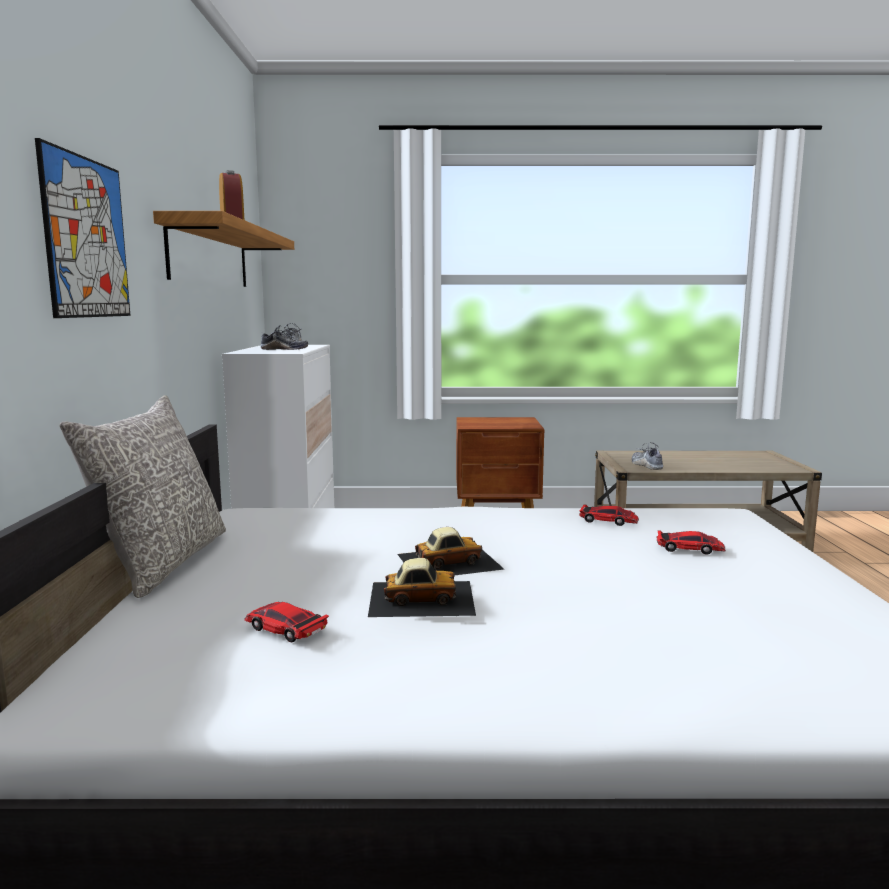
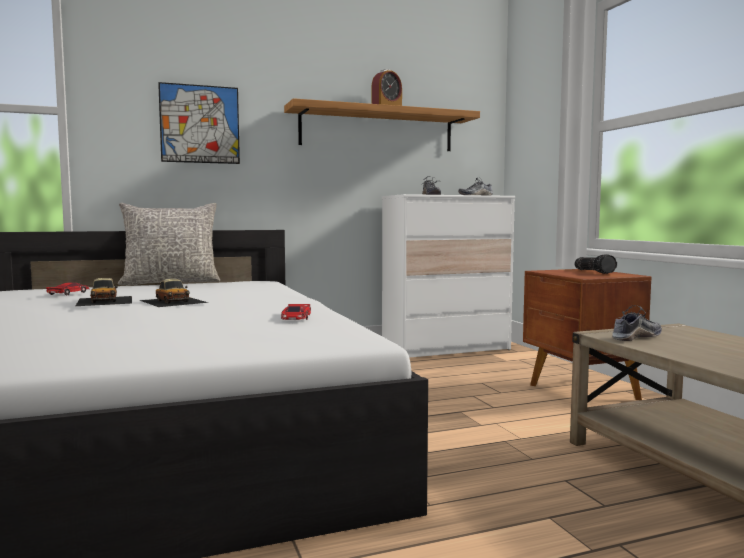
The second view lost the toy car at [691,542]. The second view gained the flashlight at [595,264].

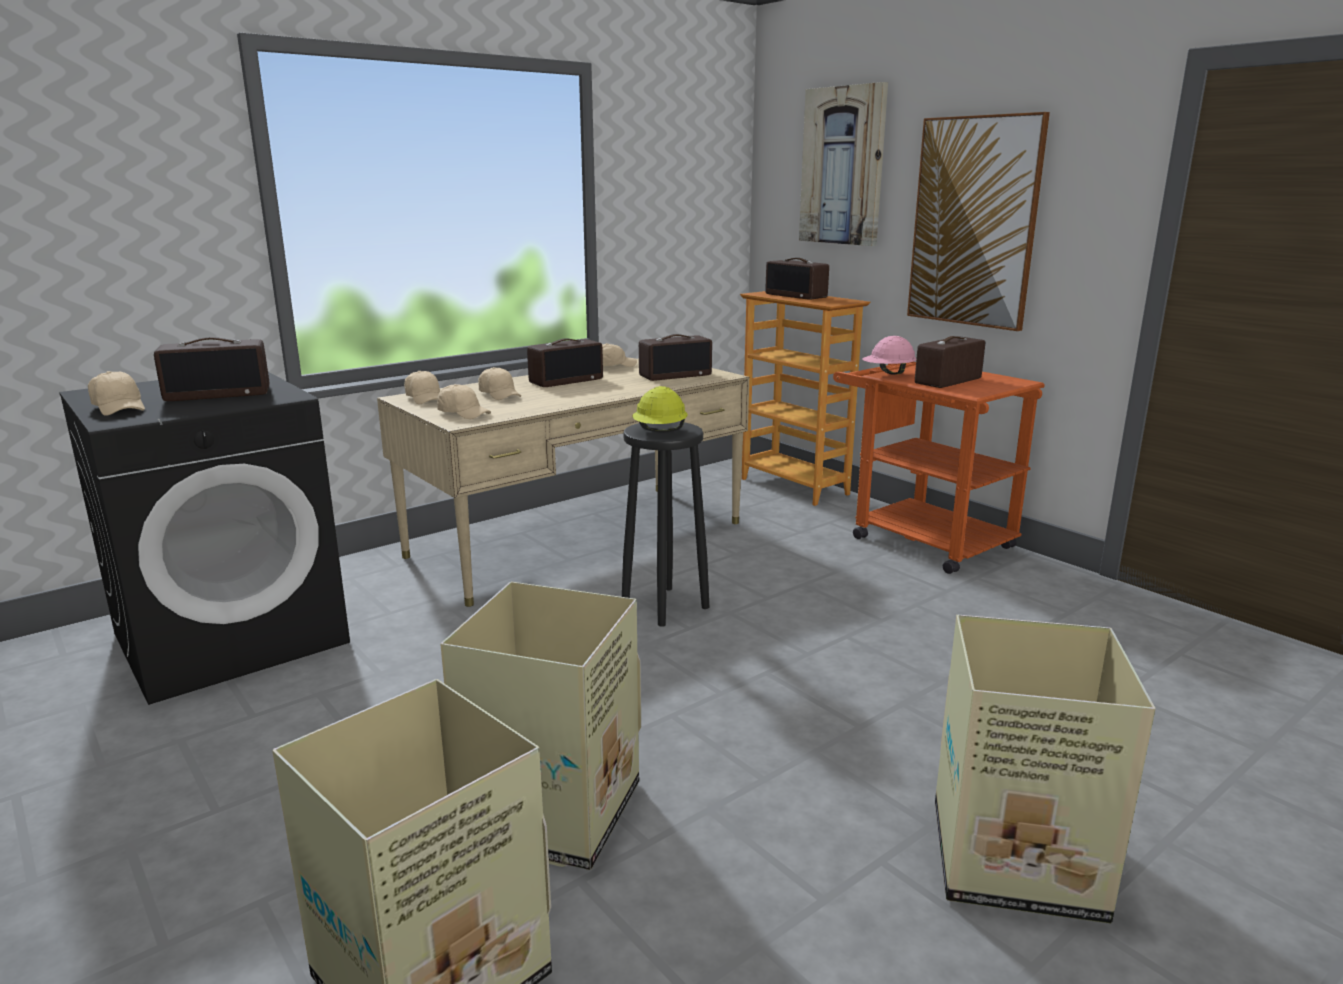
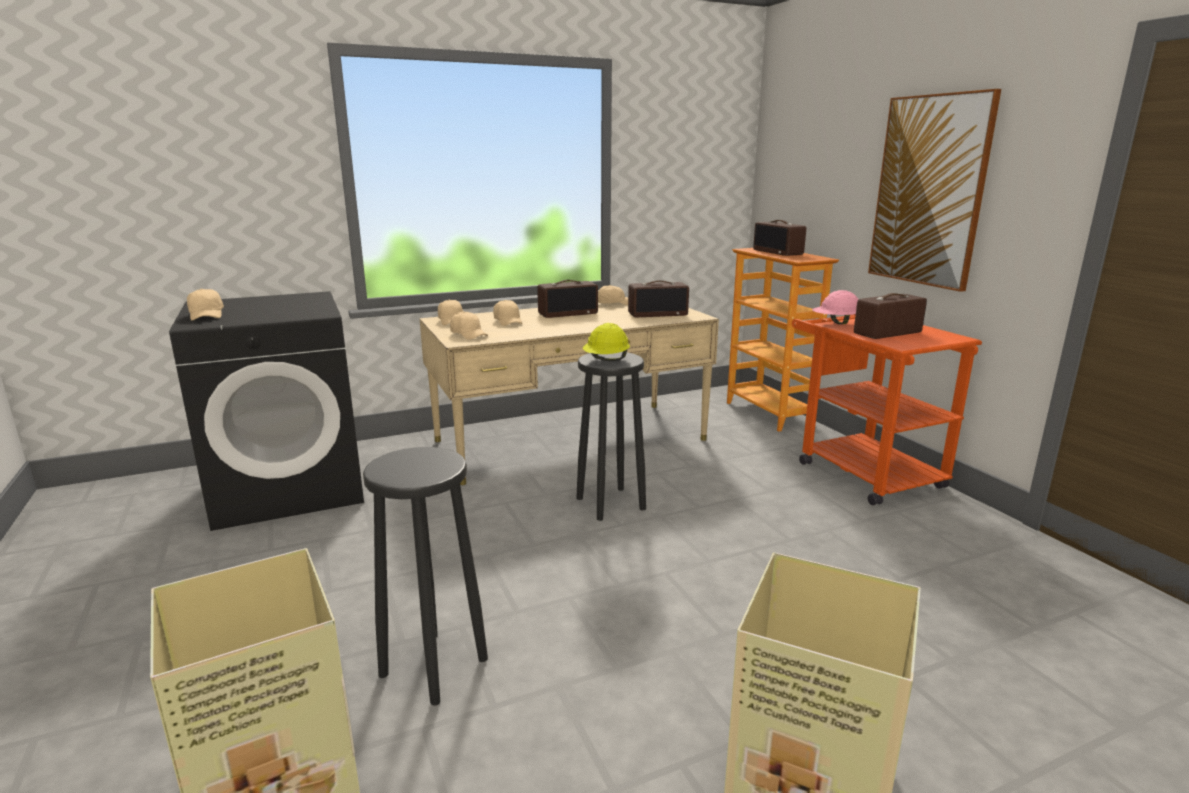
The second view lost the radio at [212,369]. The second view lost the picture at [843,164]. Where the cardboard box stood at [540,726], the stool (black) came to stand at [425,576].

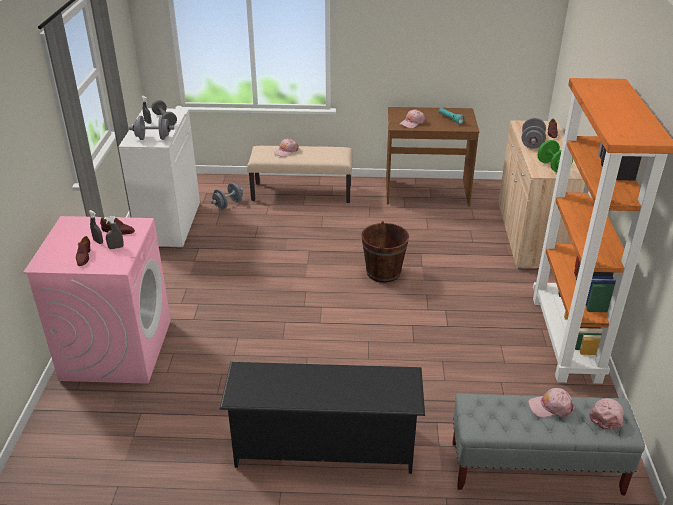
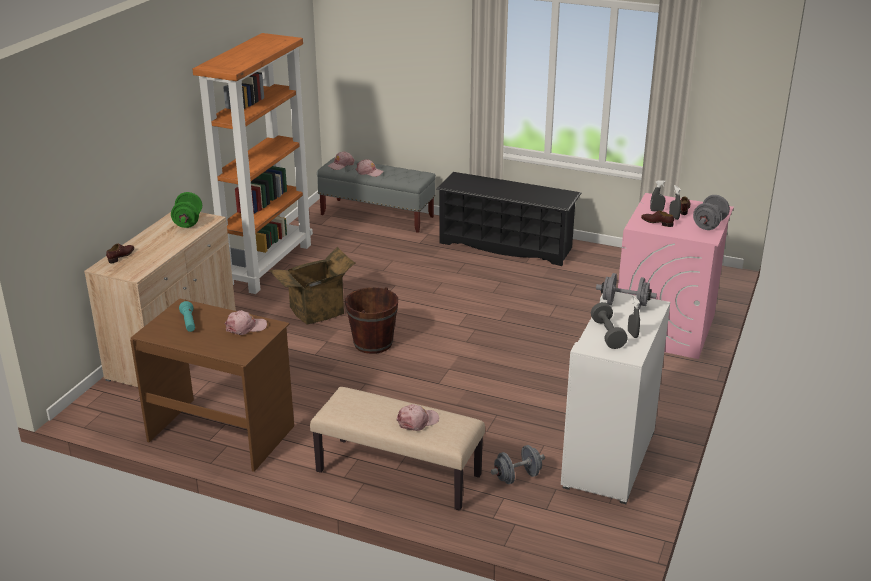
The second view gained the cardboard box at [312,286]. The dumbbell (grey) ended up elsewhere, having gone from [534,133] to [711,212].

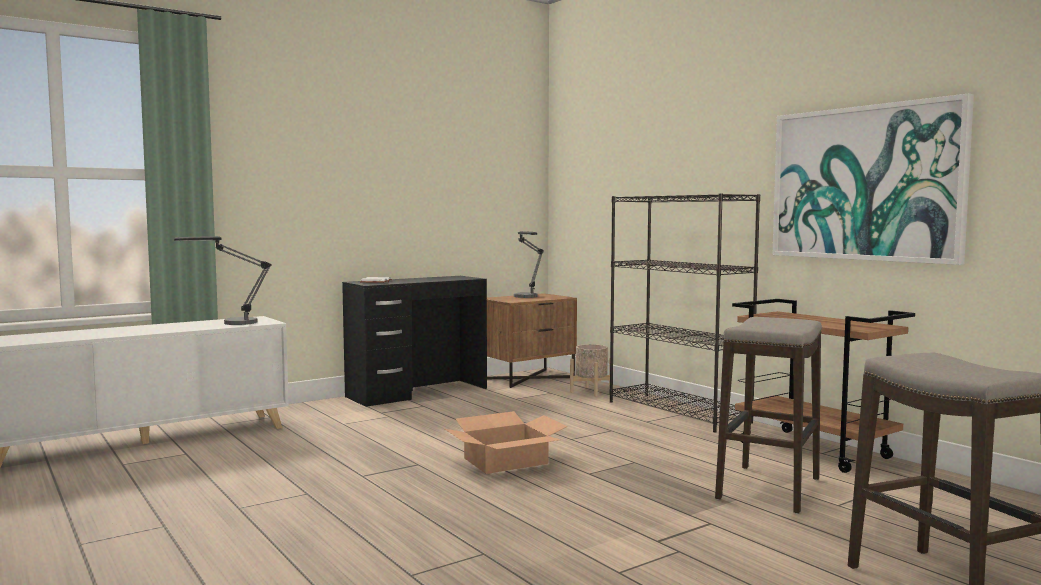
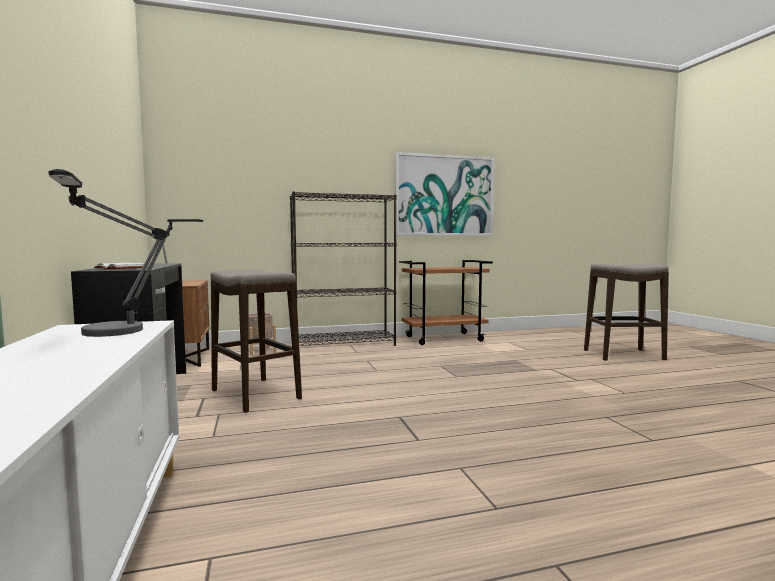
The second view lost the cardboard box at [506,442]. The stool ended up elsewhere, having gone from [768,415] to [256,341].

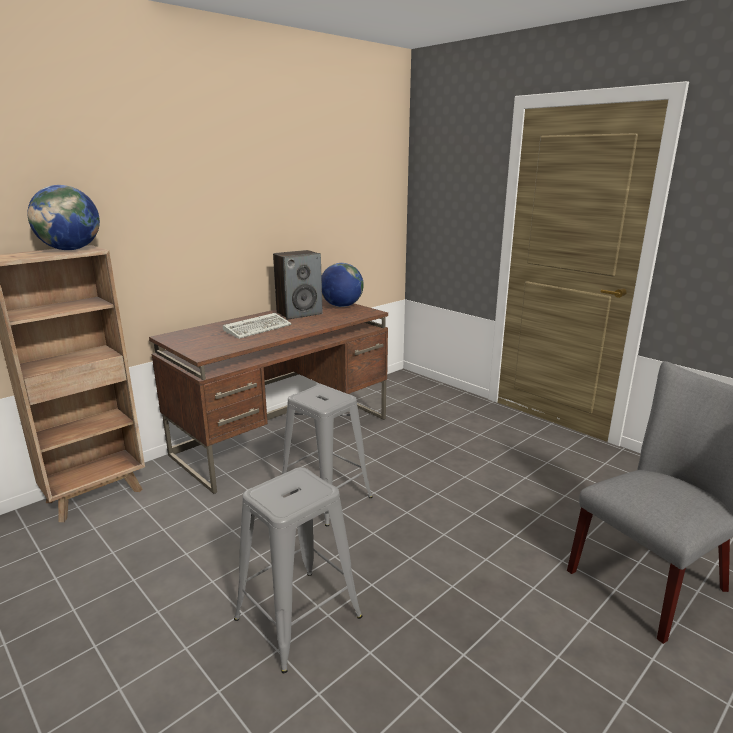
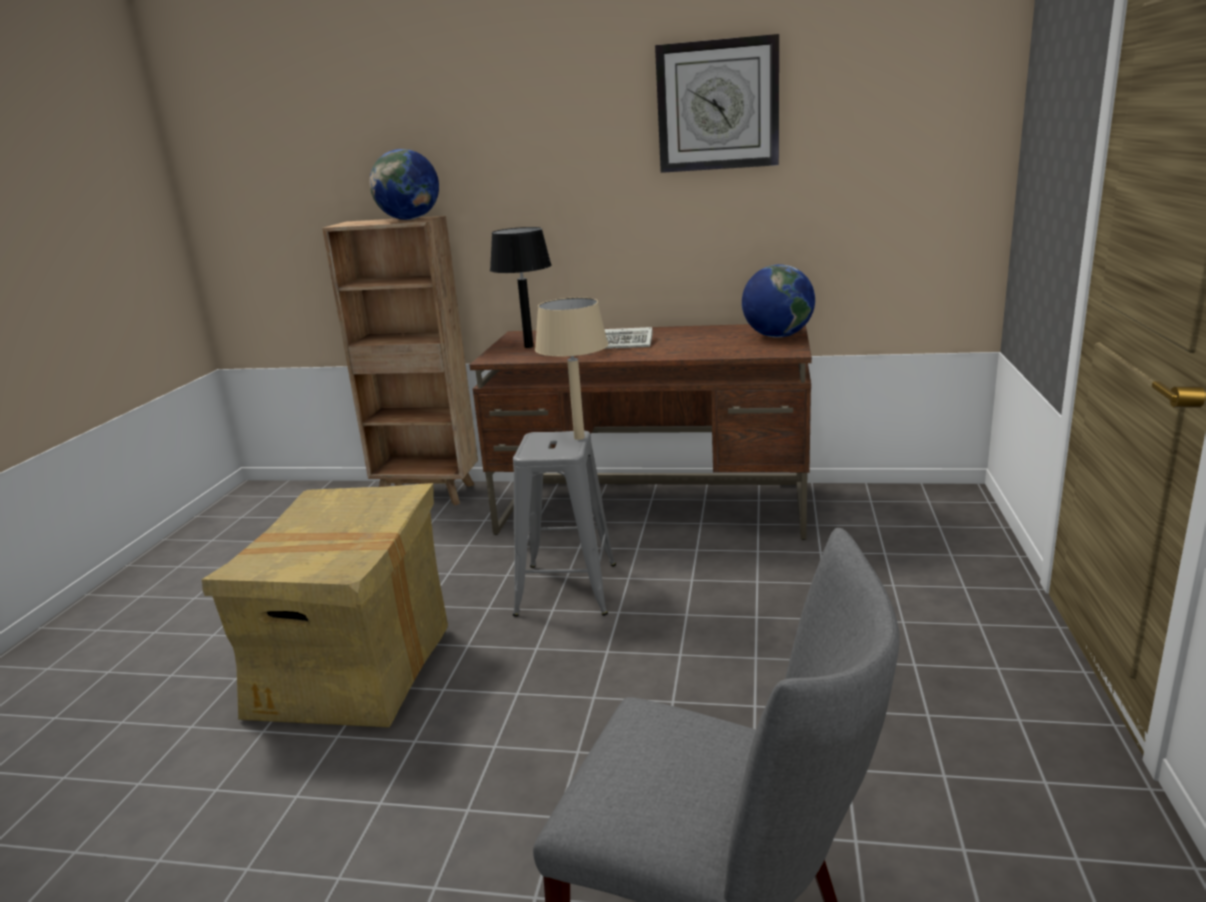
The second view lost the speaker at [298,284]. The second view gained the table lamp (black) at [521,287]. The second view gained the table lamp (beige) at [571,368]. The second view gained the wall clock at [717,103]. Where the stool (grey) stood at [298,570], the cardboard box came to stand at [324,605].

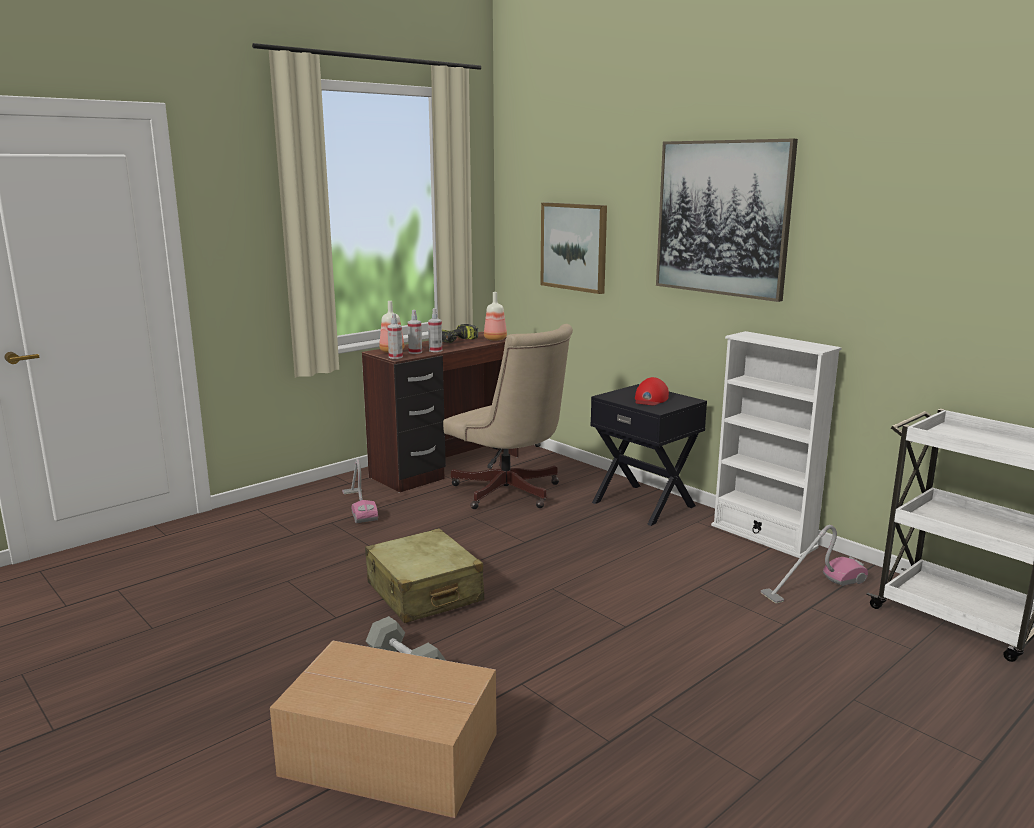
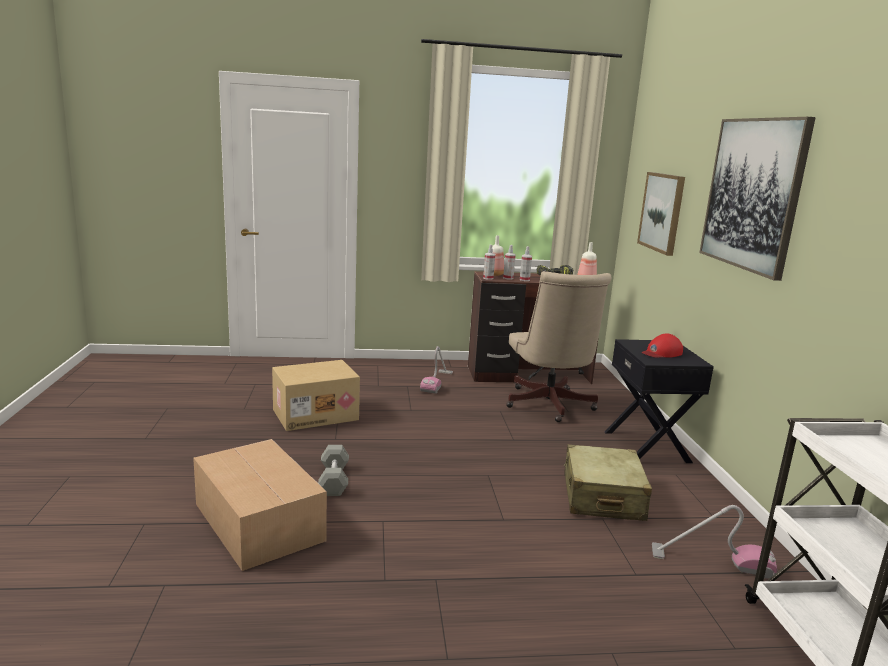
The second view lost the bookcase (white) at [776,444]. The second view gained the cardboard box at [316,395]. The suitcase (beige) ended up elsewhere, having gone from [424,575] to [608,482].

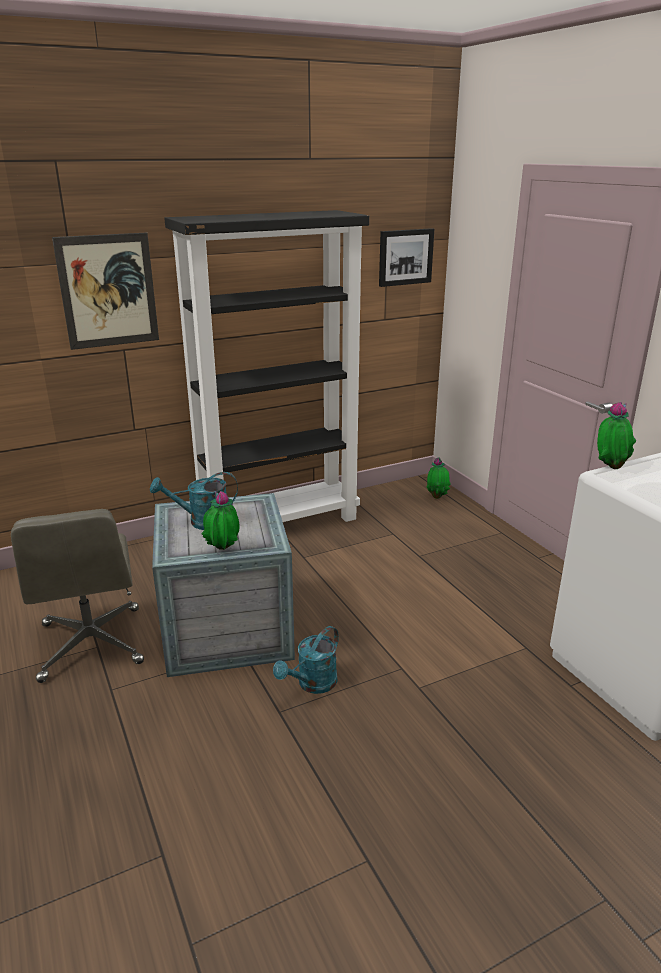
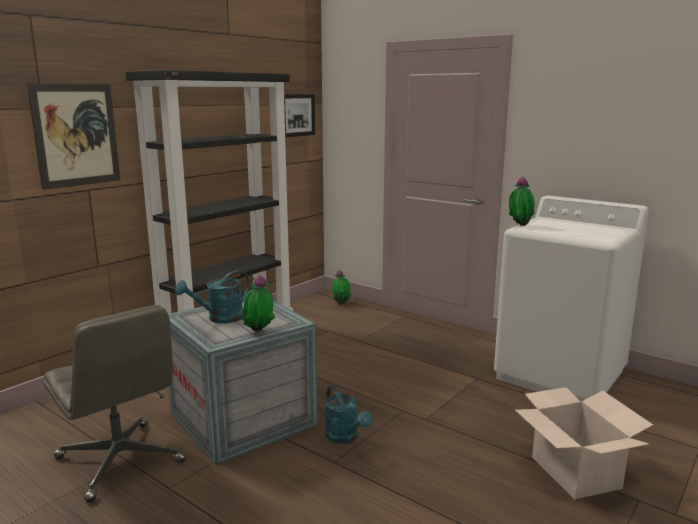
The second view gained the cardboard box at [584,443]. The watering can (turquoise) at [306,660] ended up facing another way, 45 degrees counterclockwise from before.

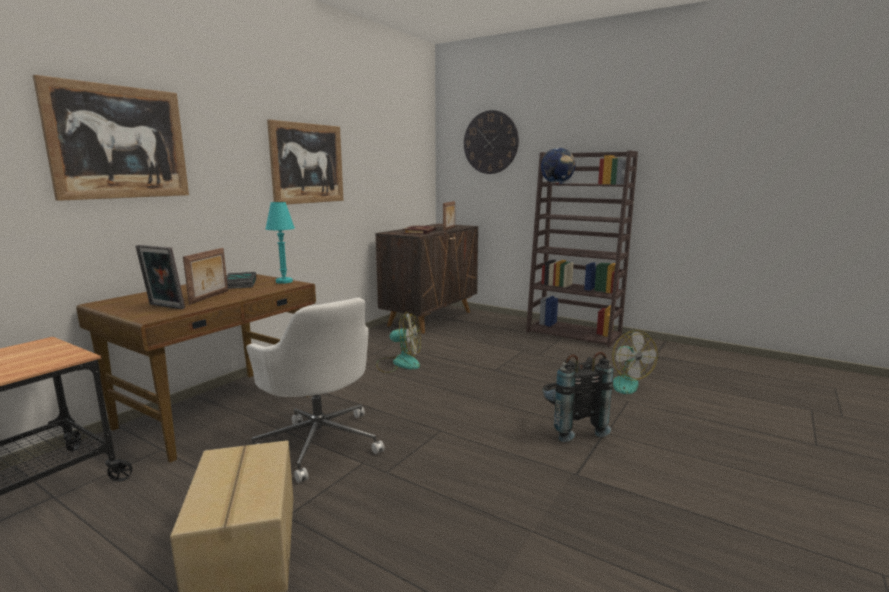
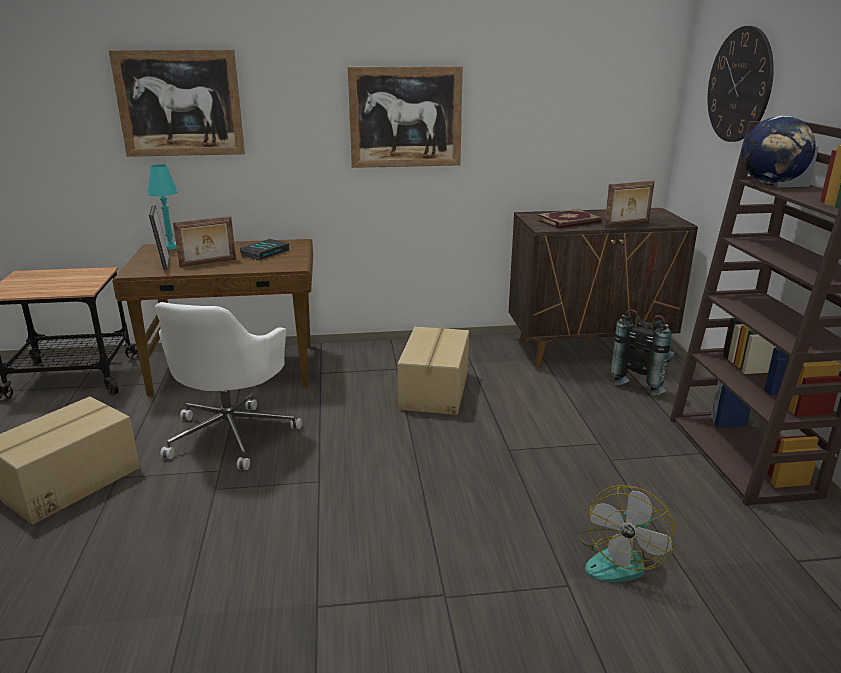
The table lamp (turquoise) ended up elsewhere, having gone from [280,243] to [162,207]. The backpack (black) ended up elsewhere, having gone from [578,396] to [643,352]. Where the fan stood at [398,342], the cardboard box came to stand at [433,371].

